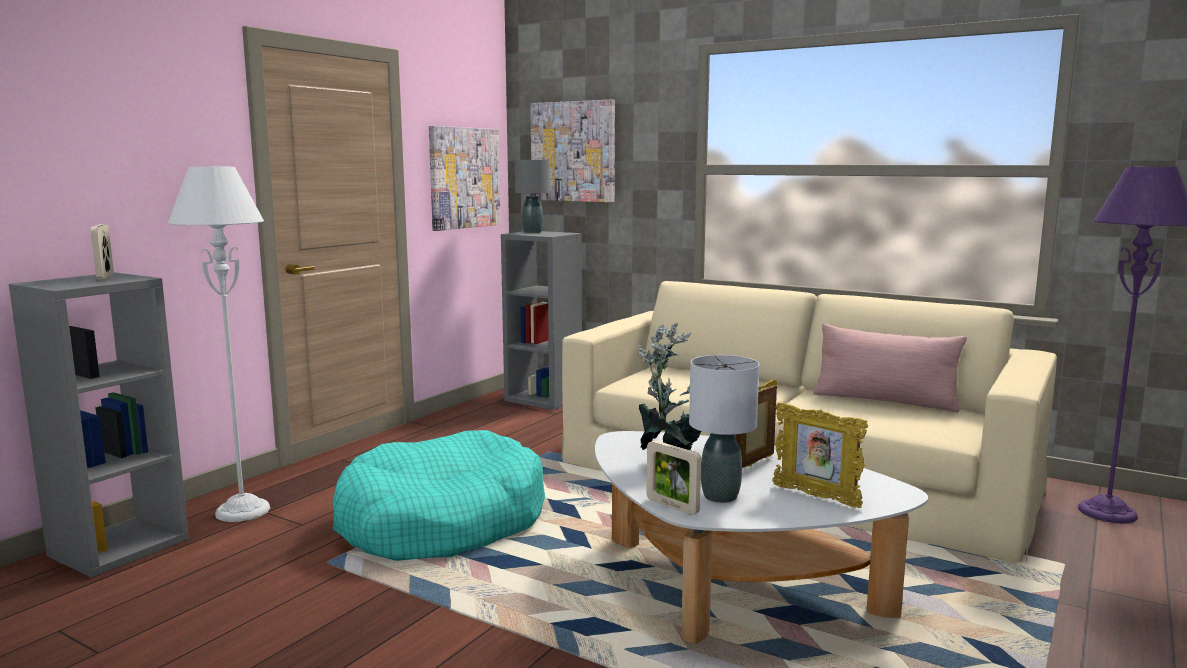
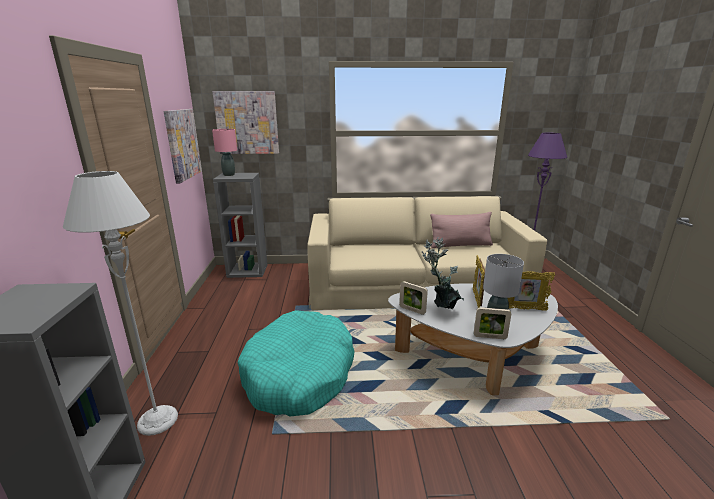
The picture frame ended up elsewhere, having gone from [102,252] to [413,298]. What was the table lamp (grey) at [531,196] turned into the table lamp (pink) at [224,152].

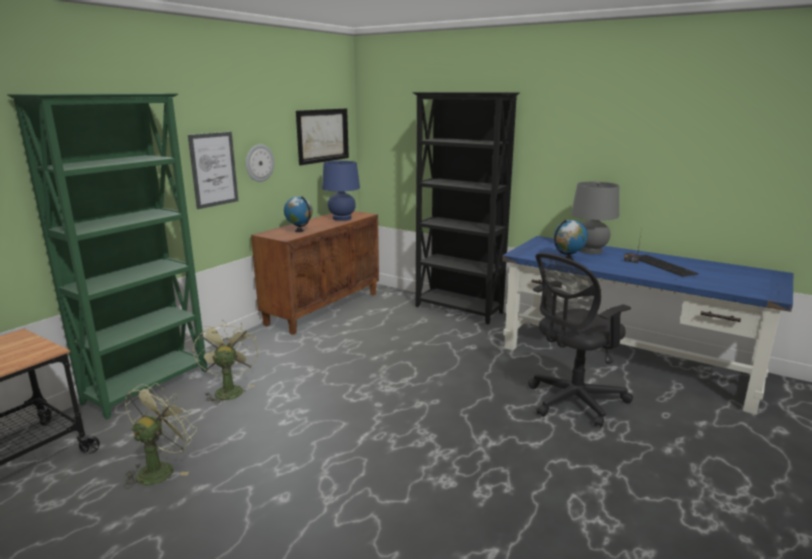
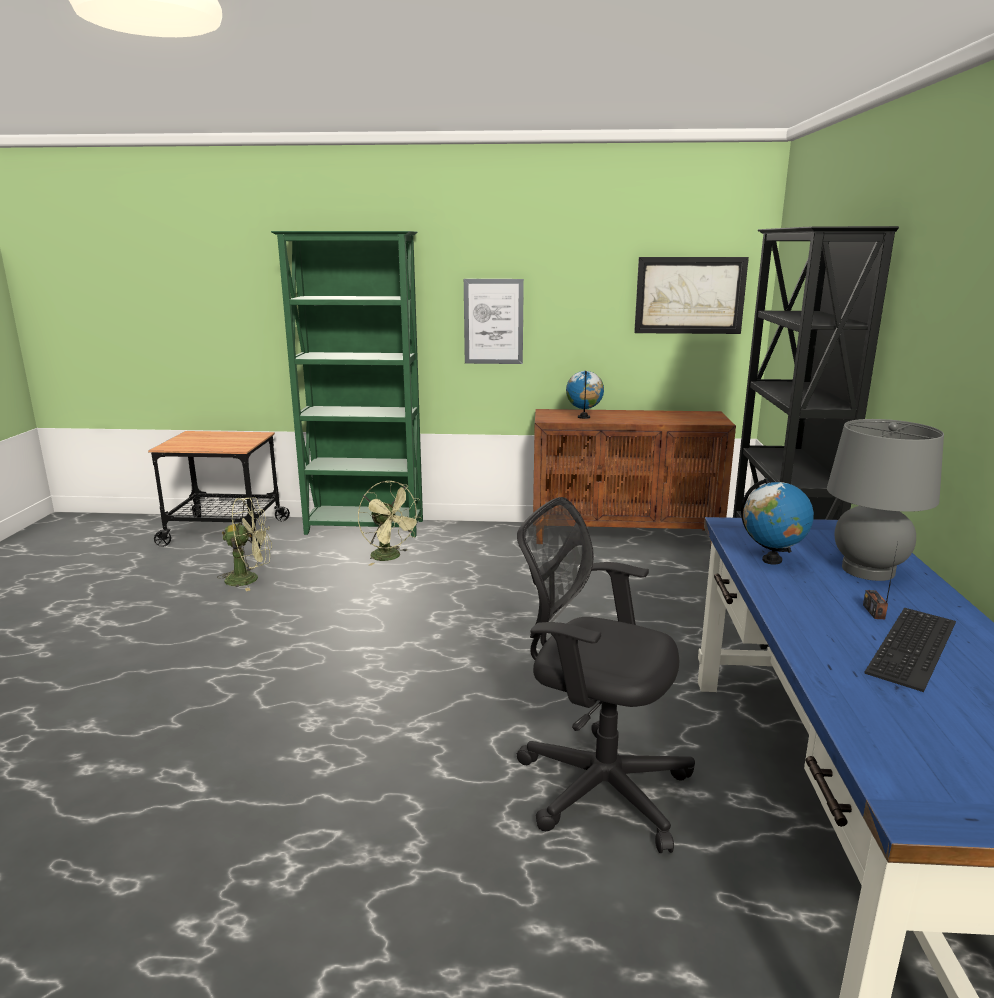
The second view lost the wall clock at [260,163]. The second view lost the table lamp (blue) at [341,190]. The fan (green) at [225,362] ended up facing another way, 90 degrees clockwise from before.

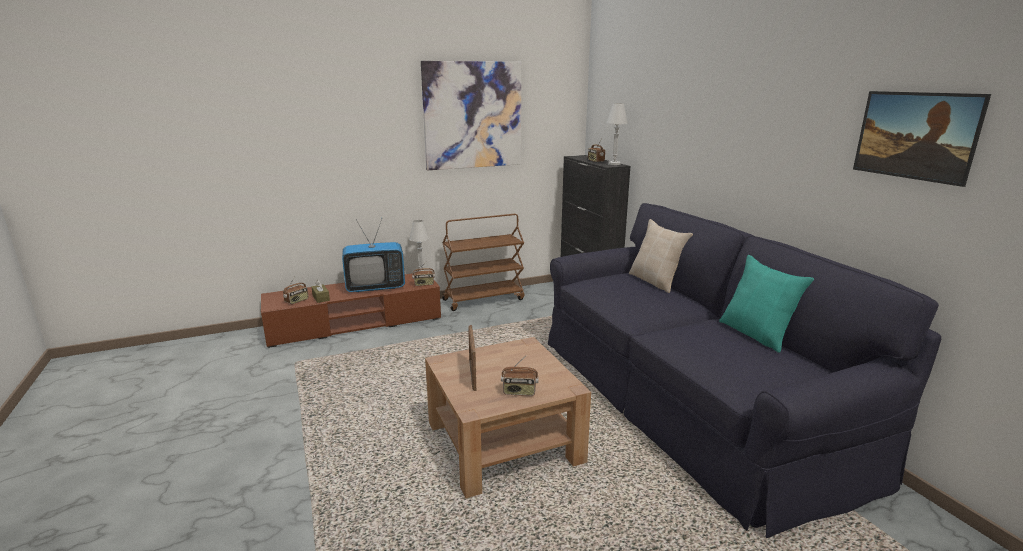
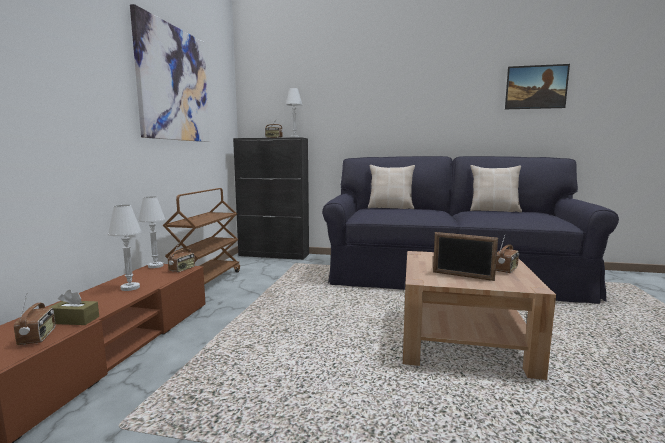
Where the television stood at [373,255], the table lamp (white) came to stand at [125,248]. What was the pillow (turquoise) at [766,304] turned into the pillow (beige) at [496,188].

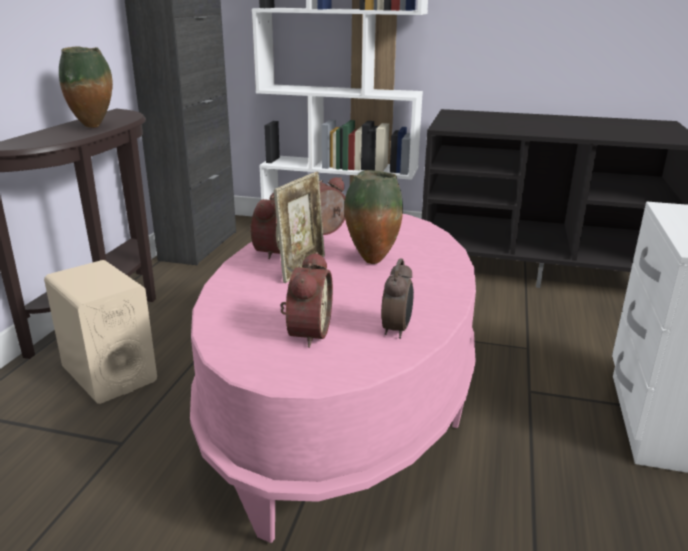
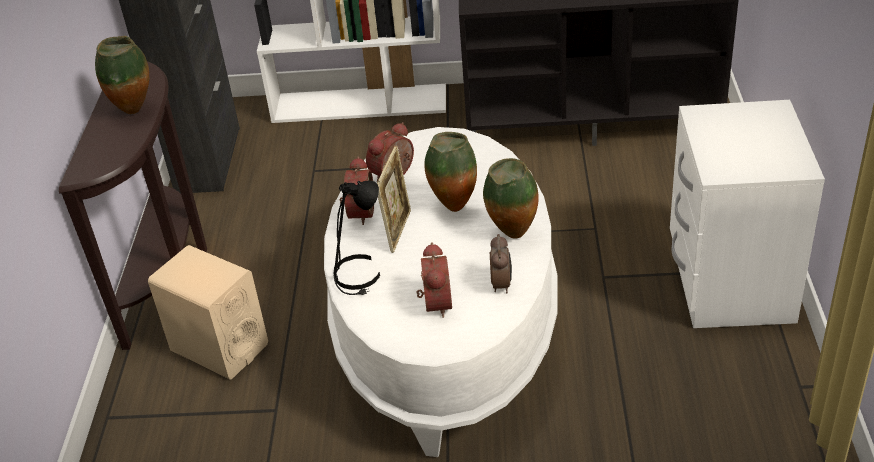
The second view gained the table lamp (black) at [356,238]. The second view gained the vase at [511,198]. What was the coffee table (pink) at [333,378] turned into the coffee table (white) at [441,292].

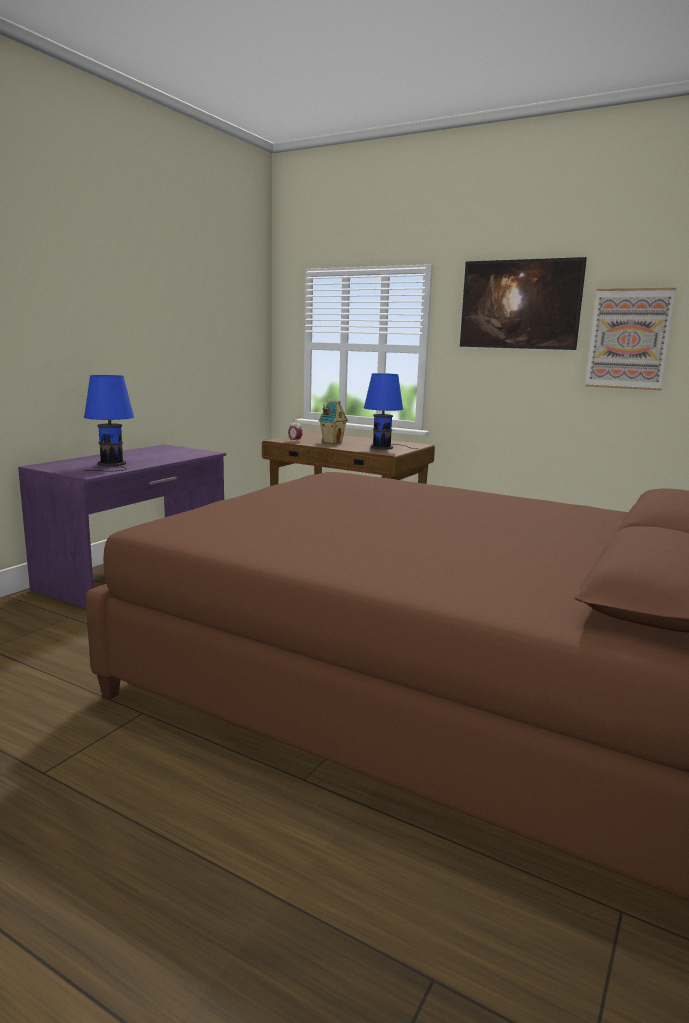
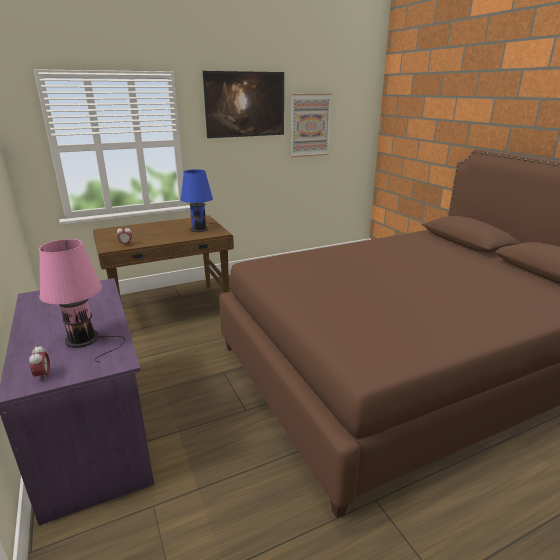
The second view lost the toy house at [333,421]. The second view gained the alarm clock at [39,362]. What was the table lamp (blue) at [109,423] turned into the table lamp (pink) at [82,300].

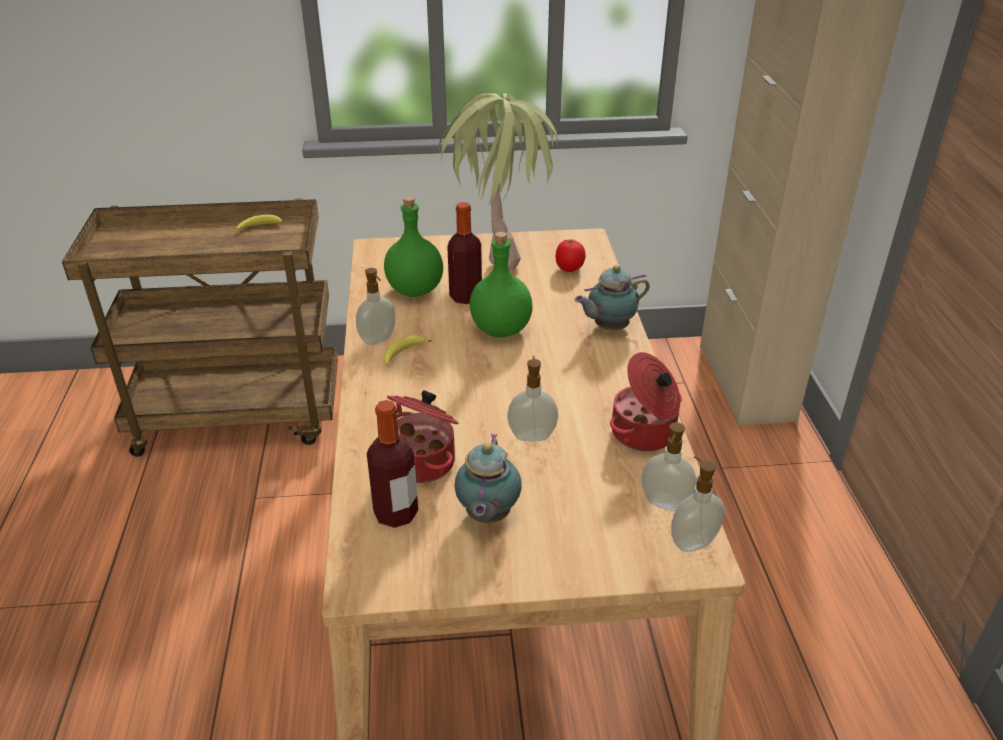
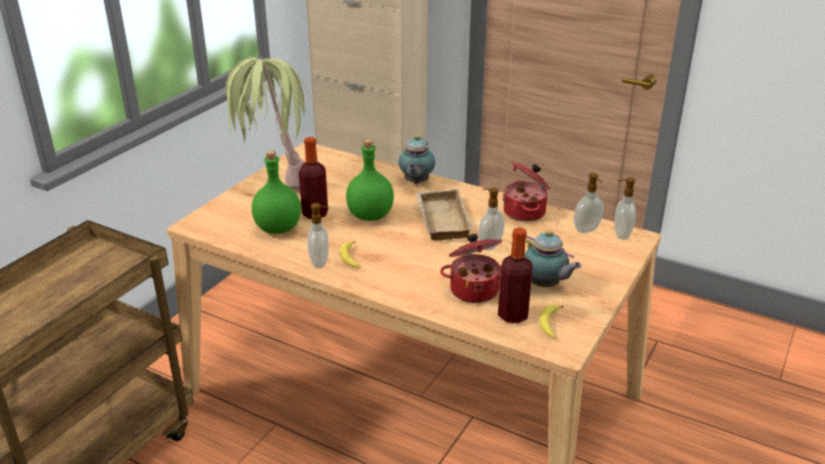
The second view lost the tomato at [571,255]. The second view gained the tray (beige) at [444,214]. The banana ended up elsewhere, having gone from [260,222] to [551,321].

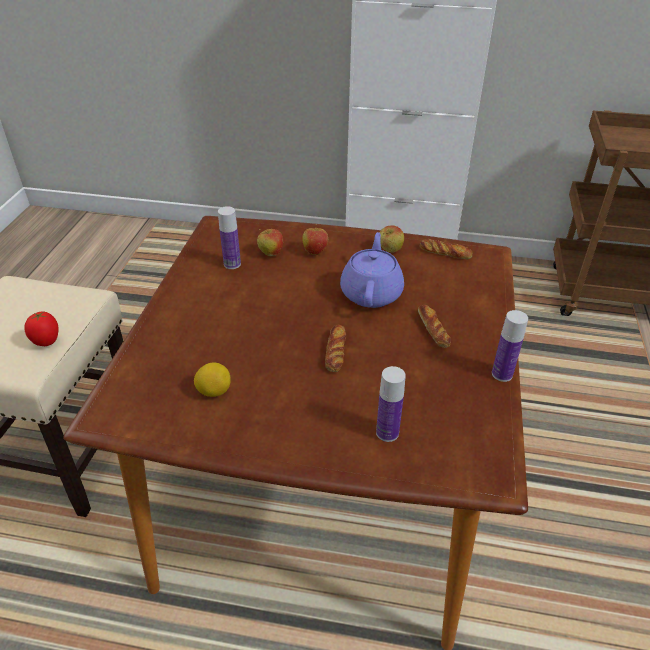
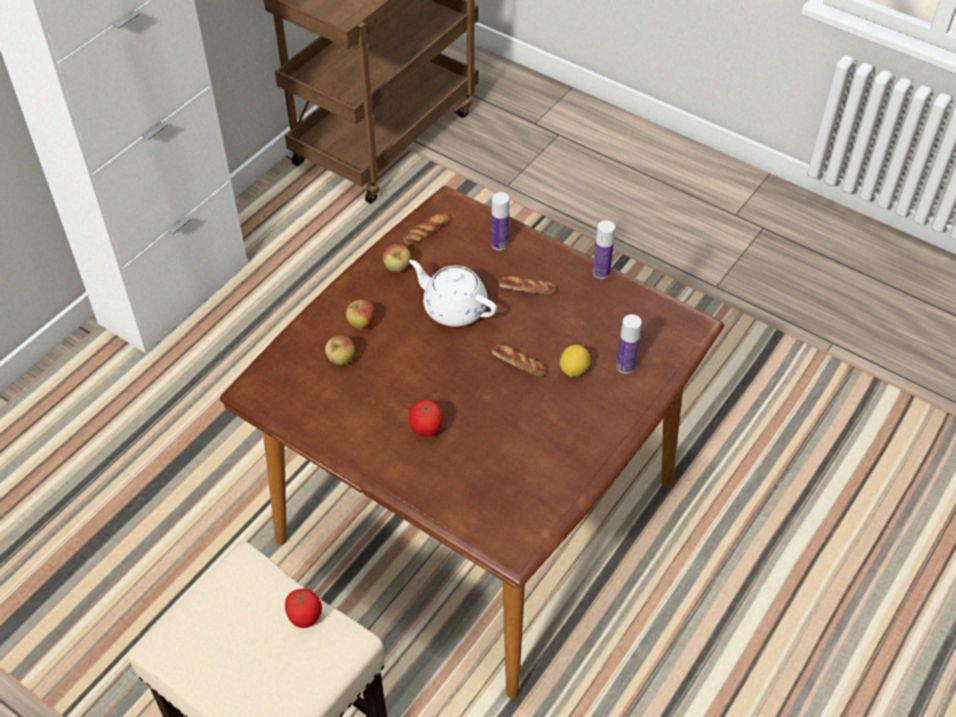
The second view gained the tomato at [425,418]. The lemon ended up elsewhere, having gone from [212,379] to [575,361]. The bottle ended up elsewhere, having gone from [229,237] to [500,221]. What was the teapot (purple) at [372,270] turned into the teapot (white) at [453,293].

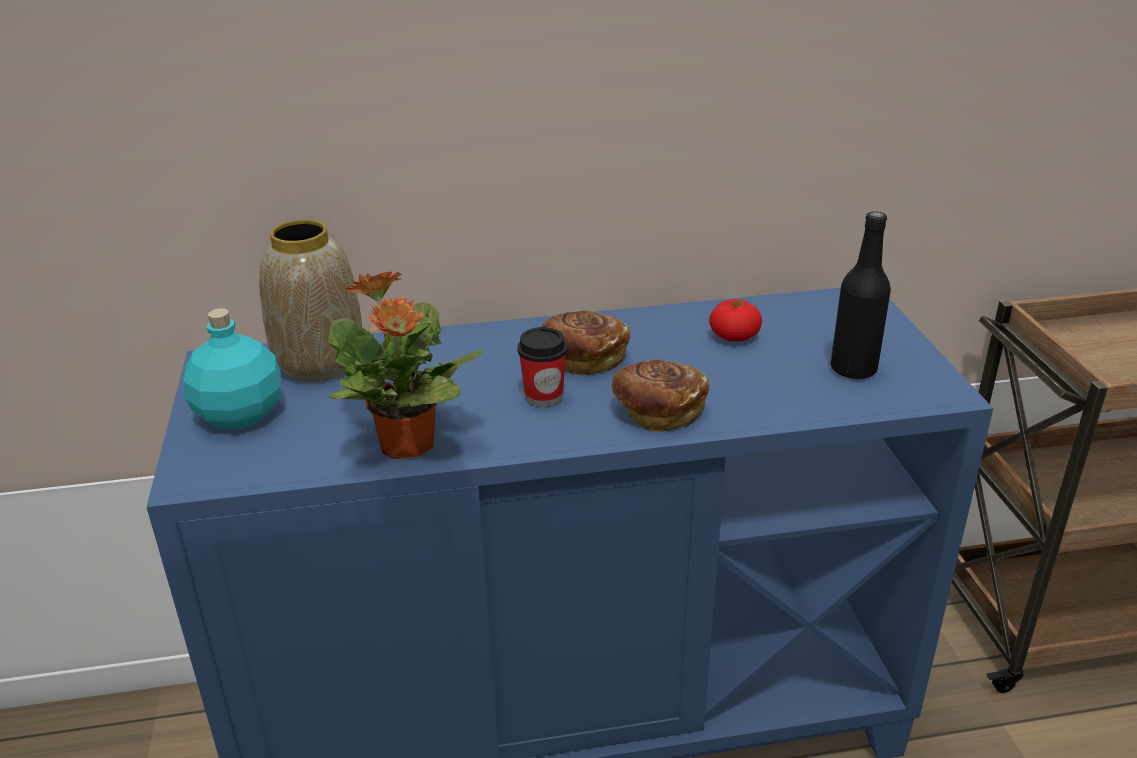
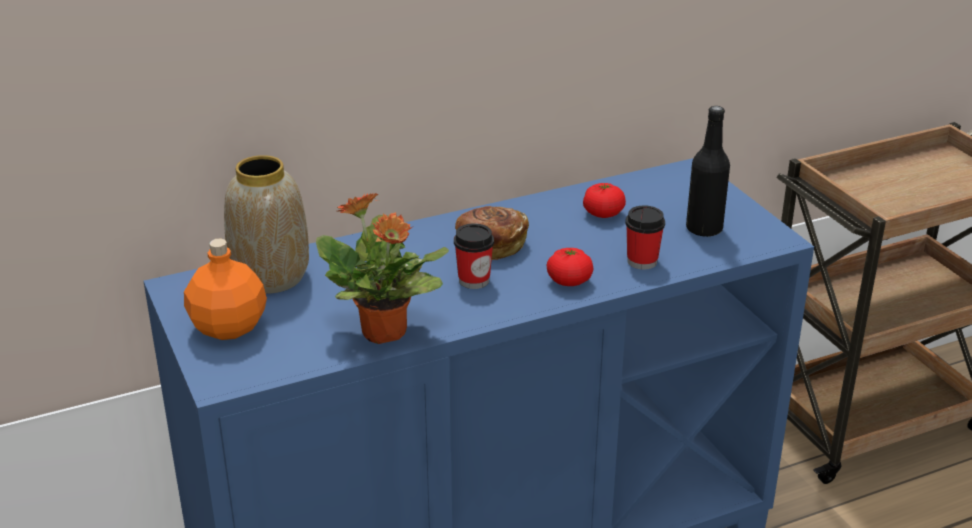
The second view gained the cup at [645,237]. Where the bread stood at [660,396], the tomato came to stand at [570,267]. What was the bottle (turquoise) at [232,368] turned into the bottle (orange) at [225,289].

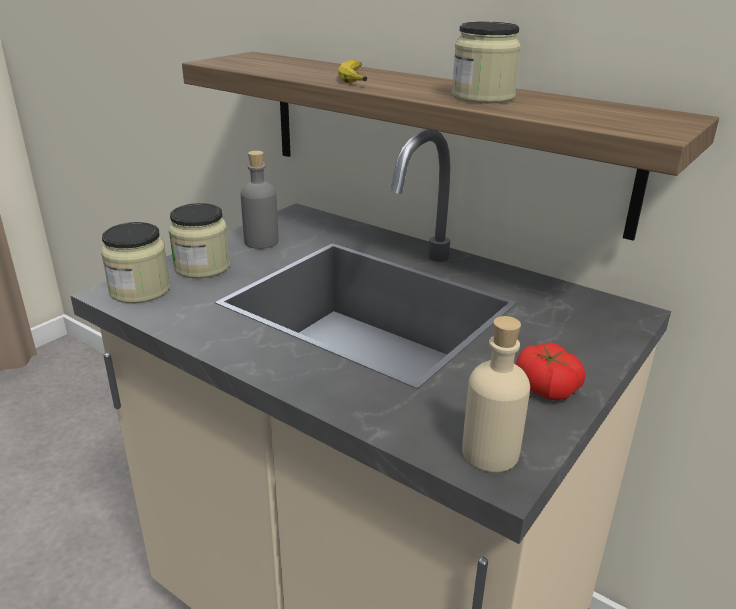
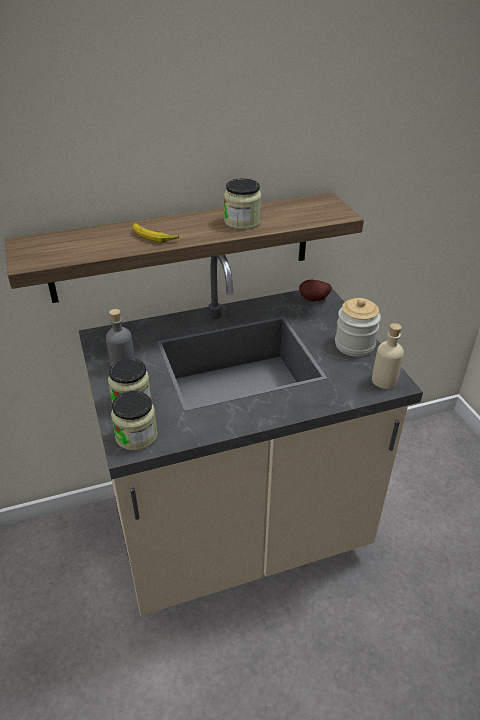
The second view gained the potato at [315,290]. Where the tomato stood at [550,371], the jar came to stand at [358,327].

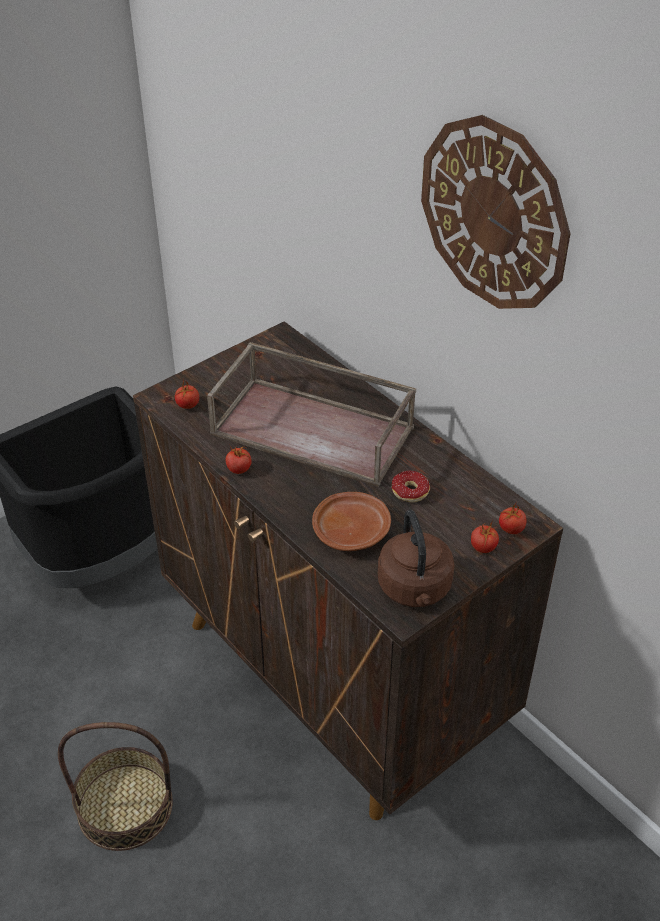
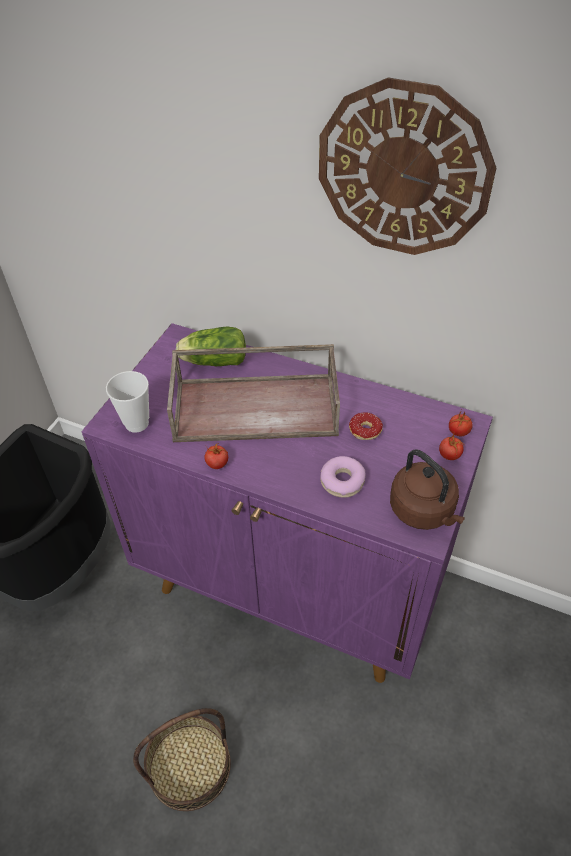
The second view gained the lettuce at [211,346]. Where the tomato stood at [186,394], the cup came to stand at [127,402]. Where the plate (brown) stood at [351,521], the donut came to stand at [342,477]. What was the cabinet (brown) at [348,570] turned into the cabinet (purple) at [287,503].

